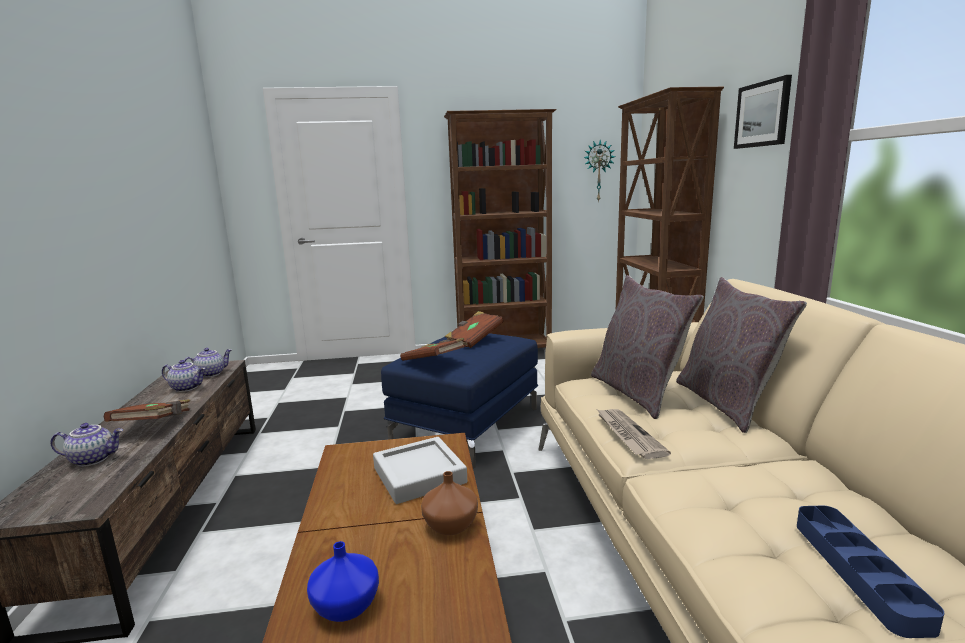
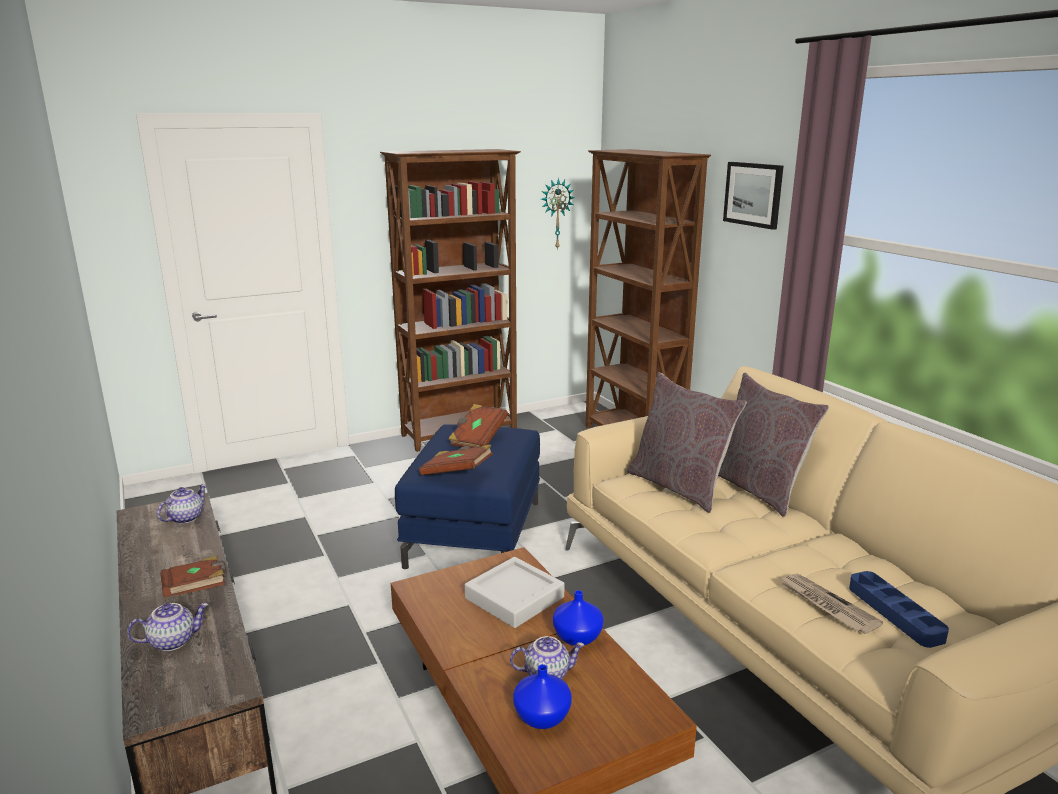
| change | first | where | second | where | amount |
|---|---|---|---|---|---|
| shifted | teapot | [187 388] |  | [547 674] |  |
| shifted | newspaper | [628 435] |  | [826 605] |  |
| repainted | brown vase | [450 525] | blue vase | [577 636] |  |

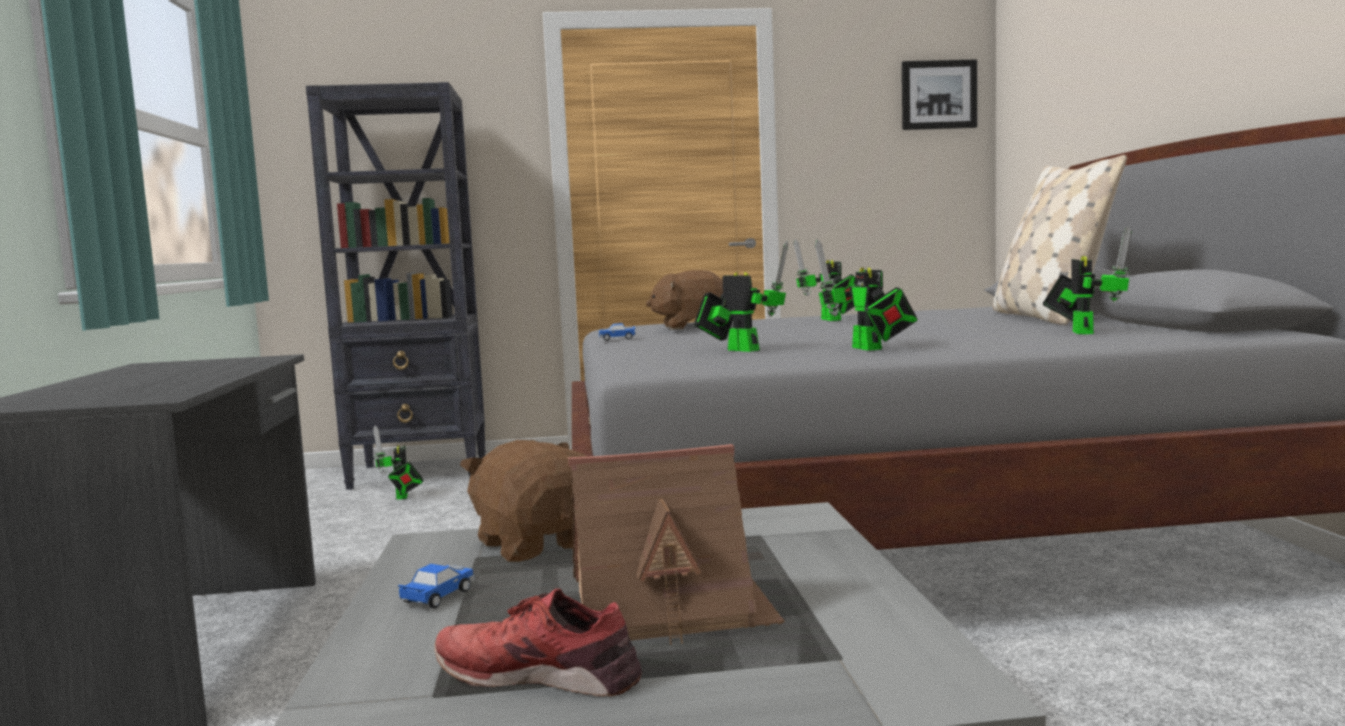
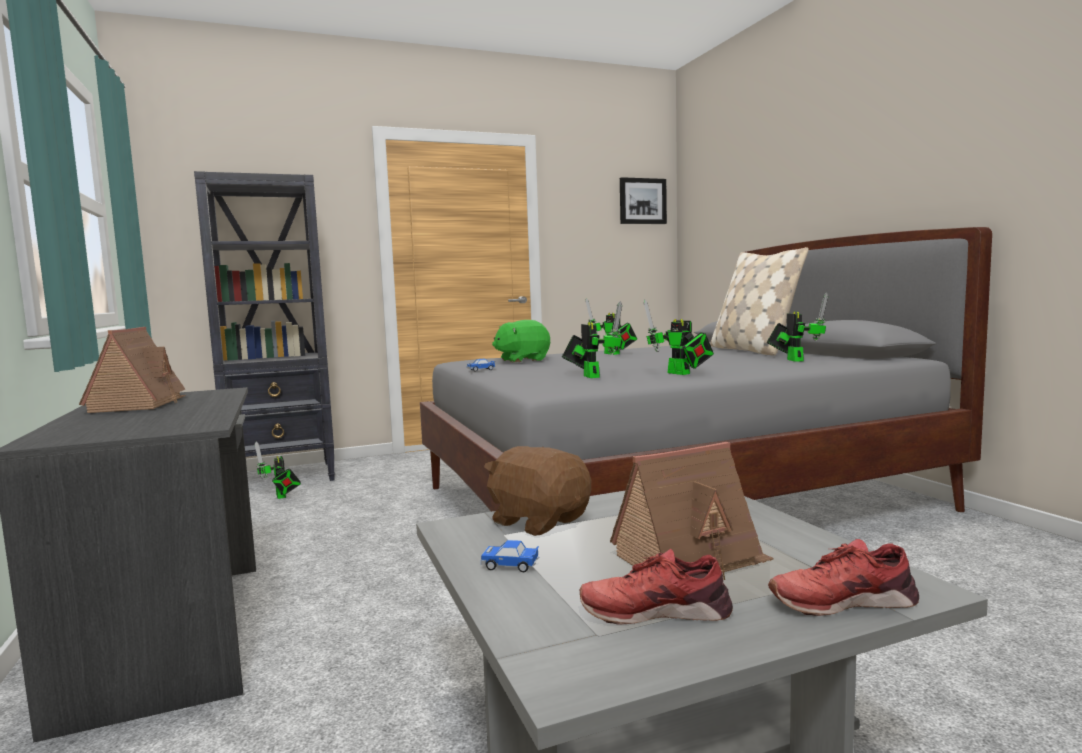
| change | first | where | second | where | amount |
|---|---|---|---|---|---|
| new |  |  | toy house | [138 404] |  |
| new |  |  | red shoe | [841 601] |  |
| repainted | brown plush toy | [690 327] | green plush toy | [522 360] |  |
| rotated | toy car | [437 597] |  | [511 565] | 90 degrees counterclockwise |
| rotated | toy robot | [739 350] |  | [590 376] | 45 degrees clockwise |

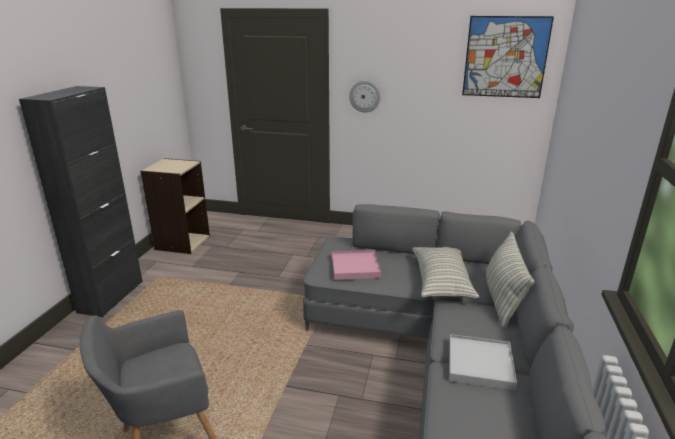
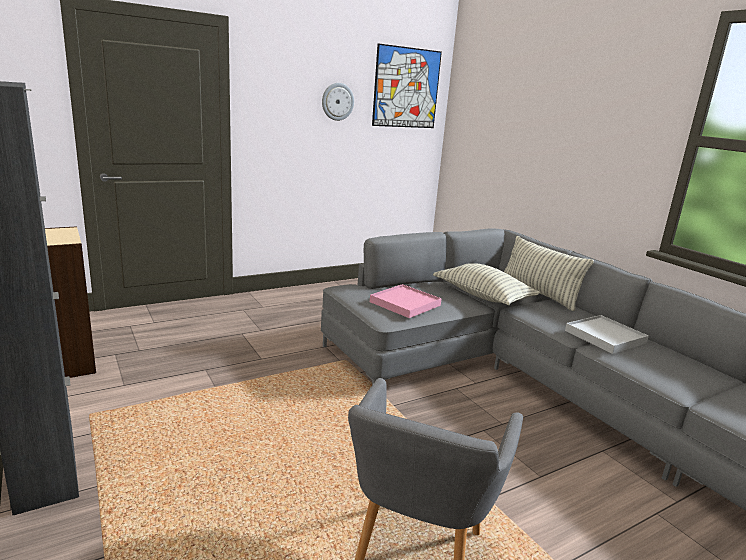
| change | first | where | second | where | amount |
|---|---|---|---|---|---|
| shifted | wall clock | [365 96] |  | [337 101] |  |

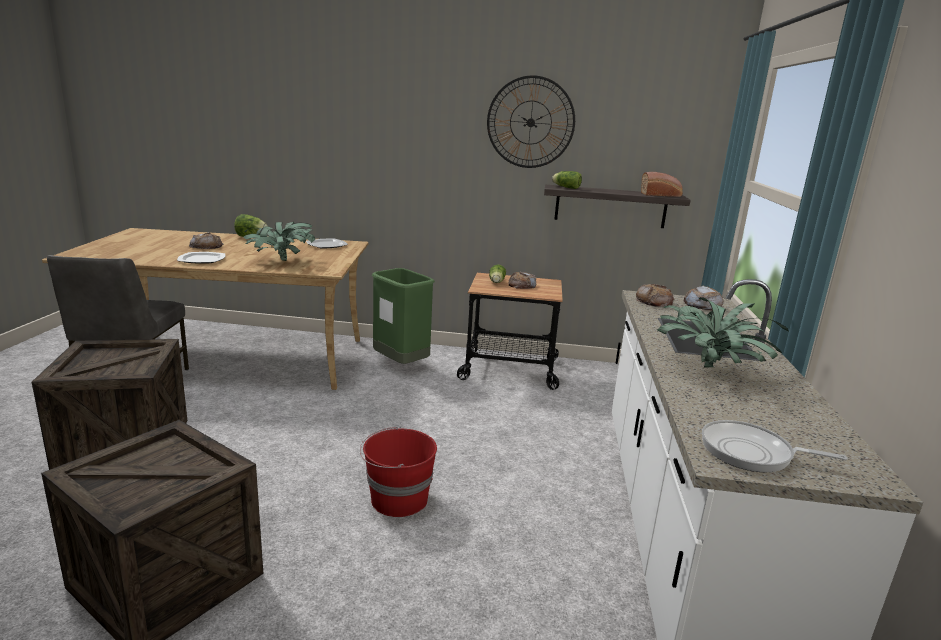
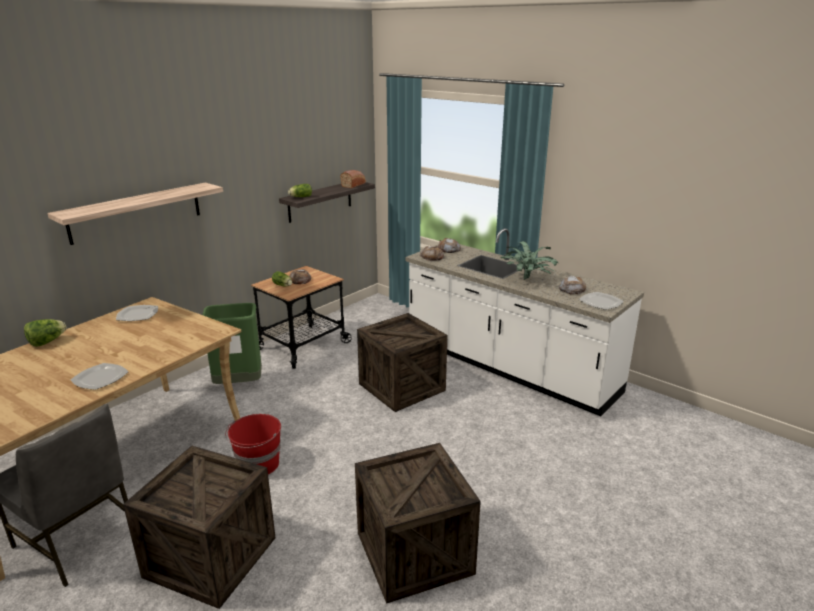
| change | first | where | second | where | amount |
|---|---|---|---|---|---|
| gone | potted plant | [281 261] |  |  |  |
| gone | wall clock | [530 122] |  |  |  |
| new |  |  | shelf | [136 212] |  |
| new |  |  | crate | [402 387] |  |
| shifted | bread | [206 246] |  | [572 289] |  |
| shifted | red bucket | [397 499] |  | [258 465] |  |
| swapped | frying pan | [751 453] | plate | [601 302] |  |

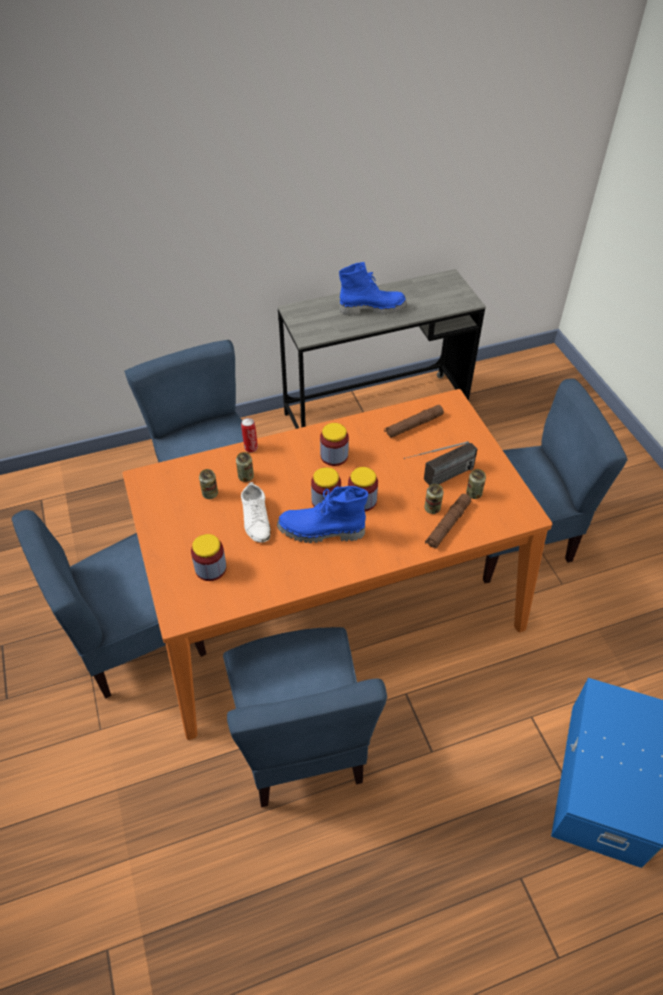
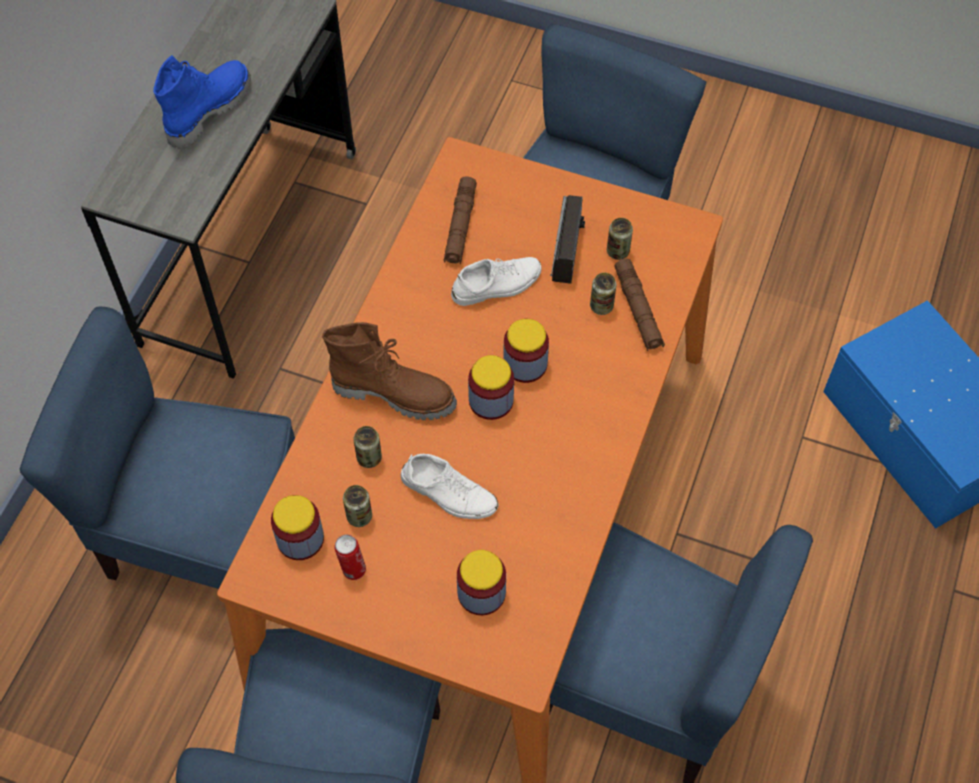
| change | first | where | second | where | amount |
|---|---|---|---|---|---|
| gone | blue boot | [321 532] |  |  |  |
| new |  |  | brown boot | [394 393] |  |
| new |  |  | white shoe | [497 285] |  |
| shifted | can | [250 447] |  | [352 569] |  |
| shifted | jar | [334 456] |  | [300 539] |  |

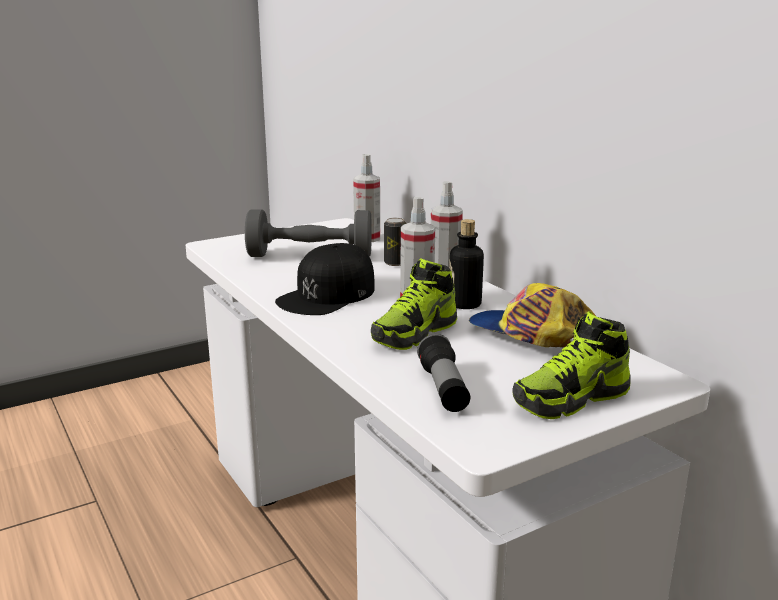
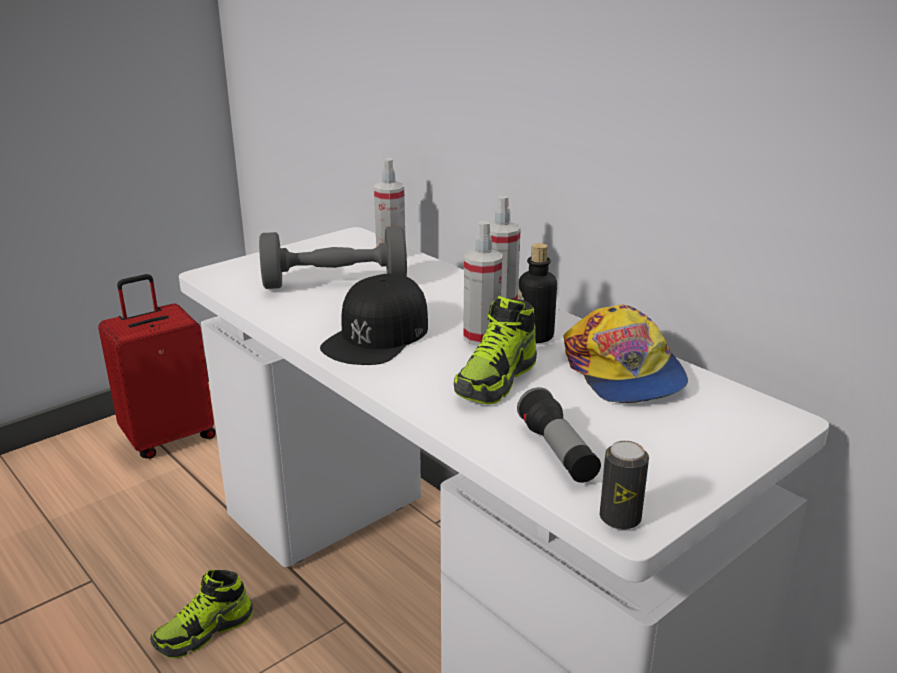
| change | first | where | second | where | amount |
|---|---|---|---|---|---|
| new |  |  | red suitcase | [168 437] |  |
| shifted | can | [395 263] |  | [620 518] |  |
| shifted | shoe | [571 399] |  | [204 632] |  |
| rotated | cap | [531 335] |  | [623 372] | 135 degrees counterclockwise |

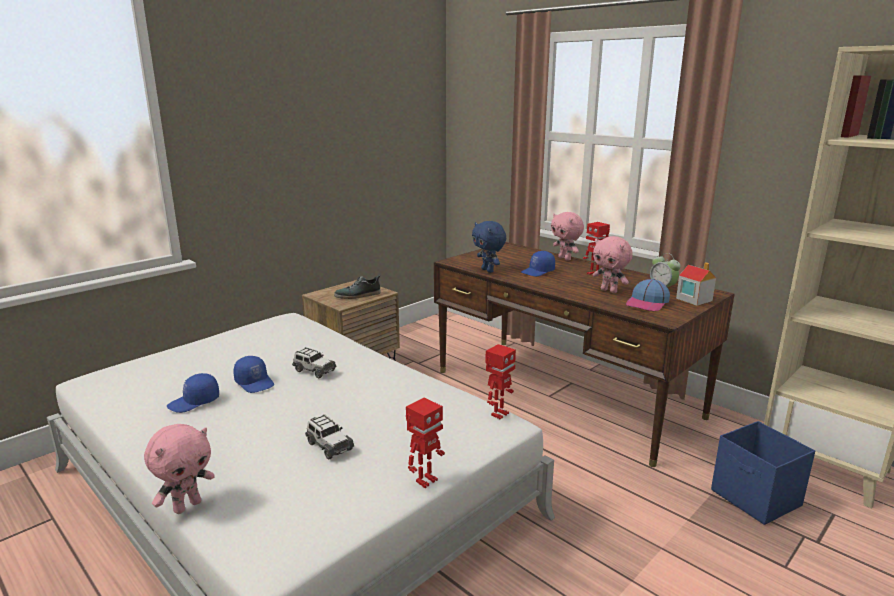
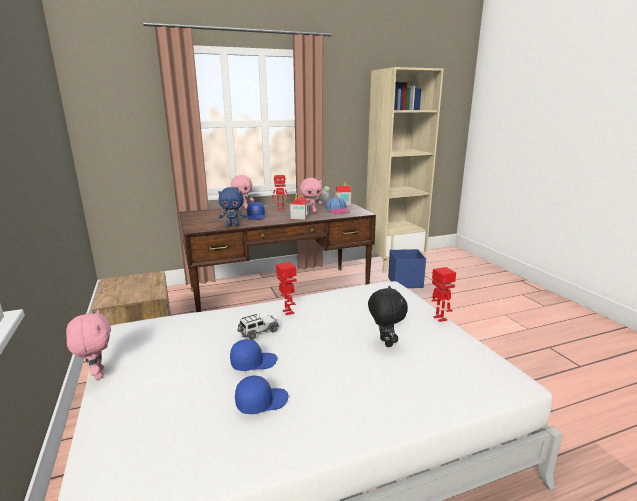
| change | first | where | second | where | amount |
|---|---|---|---|---|---|
| gone | shoe | [358 295] |  |  |  |
| new |  |  | toy house | [299 217] |  |
| shifted | pink plush toy | [187 506] |  | [97 374] |  |
| shifted | toy robot | [499 414] |  | [287 312] |  |
| swapped | toy car | [329 446] | black plush toy | [384 343] |  |
| rotated | blue cap | [194 402] |  | [261 401] | 105 degrees counterclockwise |

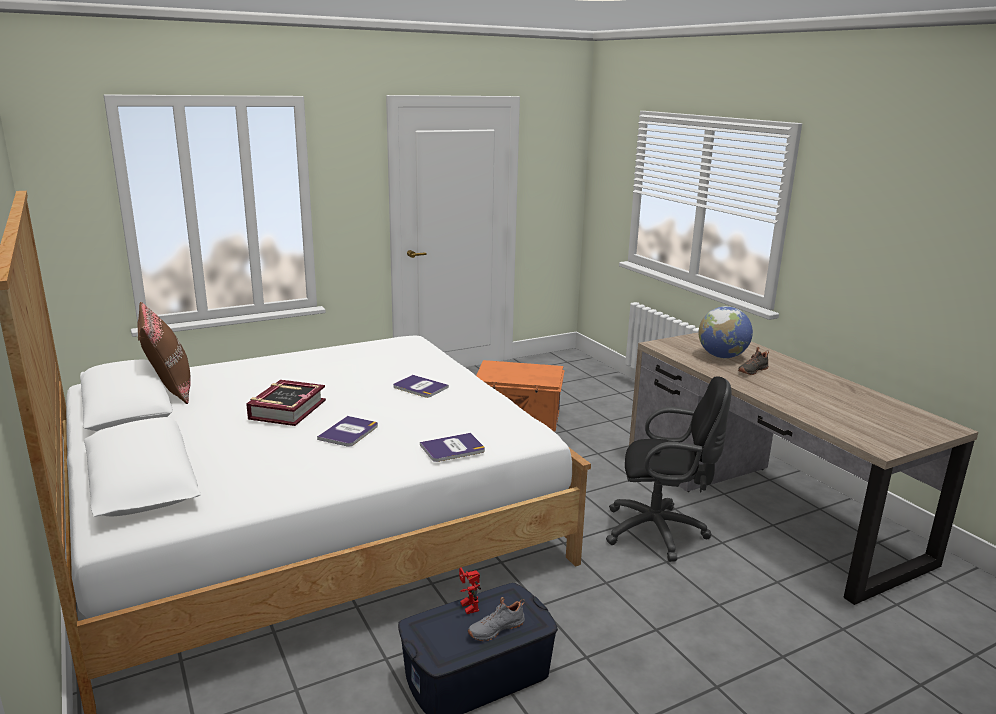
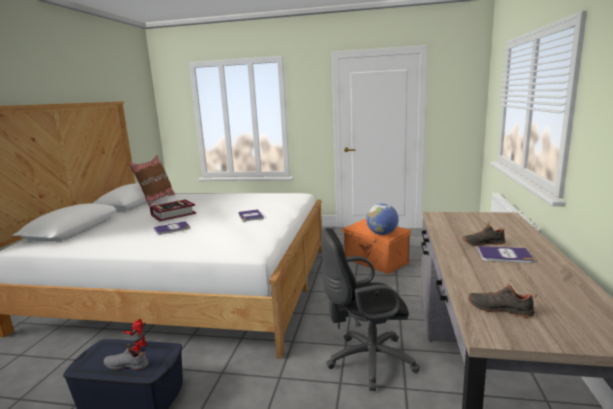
| change | first | where | second | where | amount |
|---|---|---|---|---|---|
| new |  |  | black shoe | [499 309] |  |
| shifted | book | [452 448] |  | [504 255] |  |
| shifted | globe | [722 356] |  | [382 234] |  |
| rotated | black office chair | [660 532] |  | [366 361] | 120 degrees clockwise |

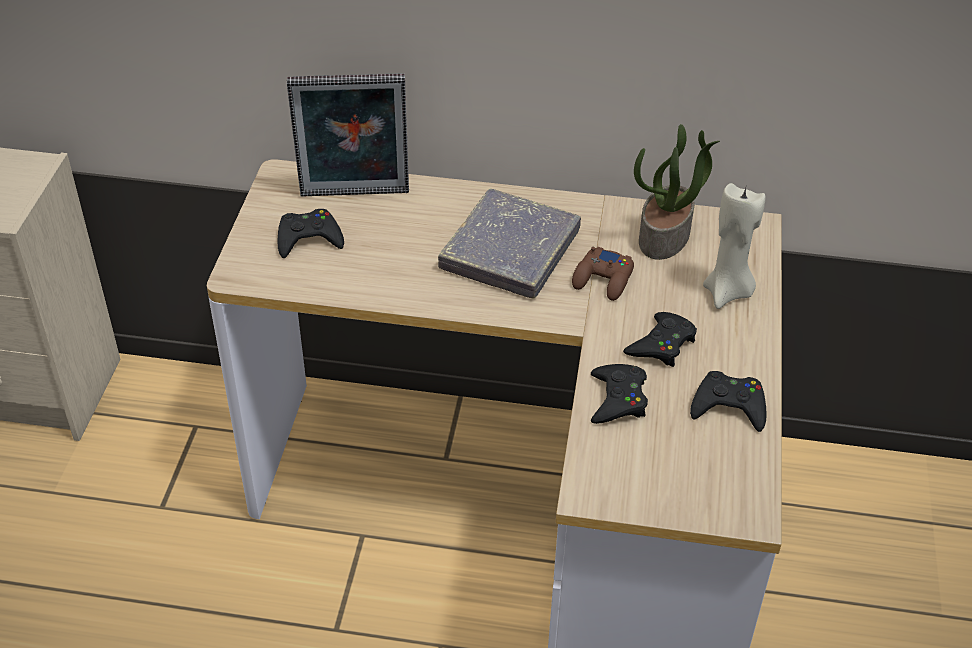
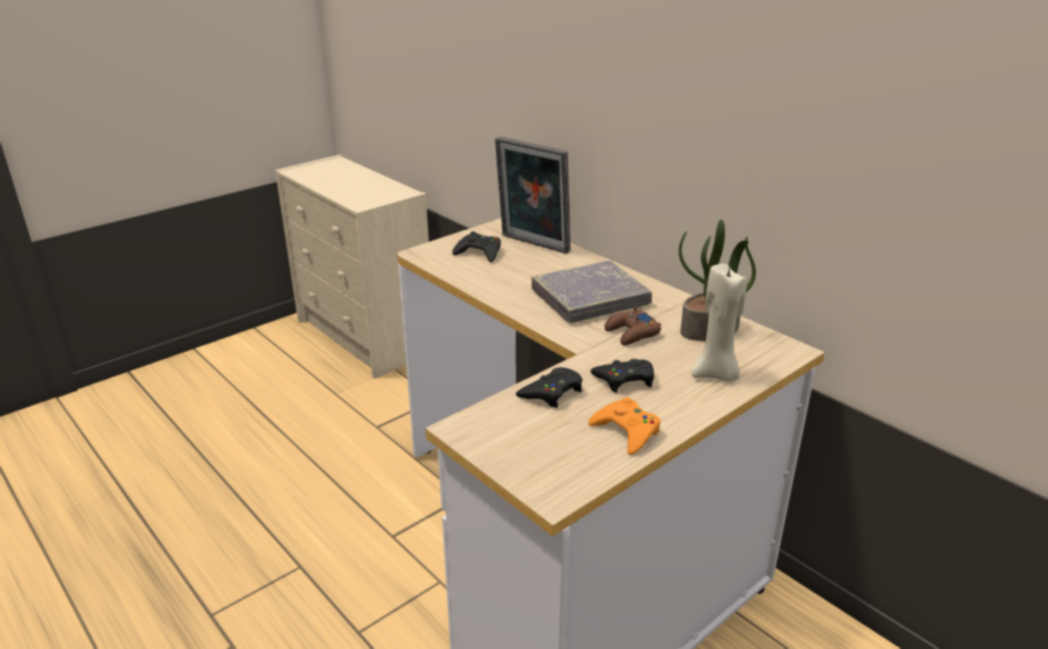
| change | first | where | second | where | amount |
|---|---|---|---|---|---|
| repainted | black game controller | [729 406] | orange game controller | [627 431] |  |

